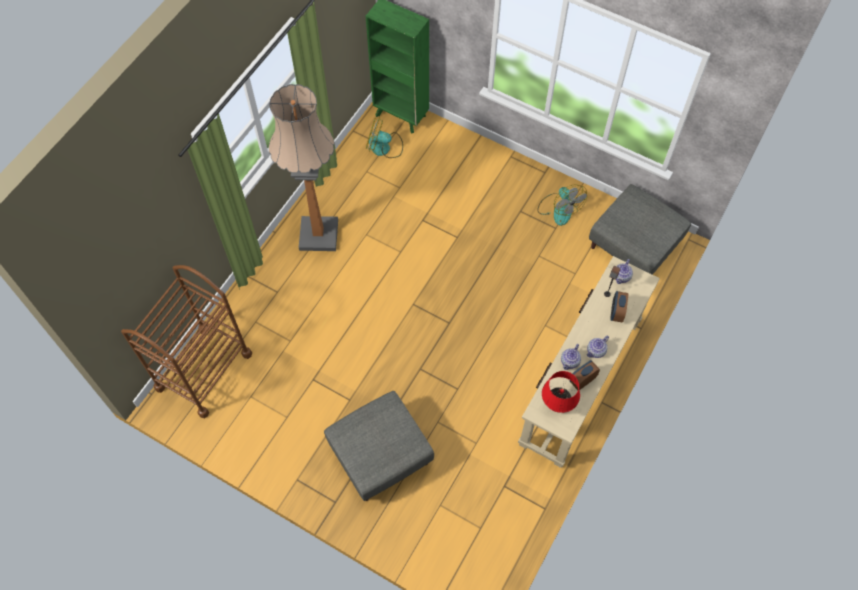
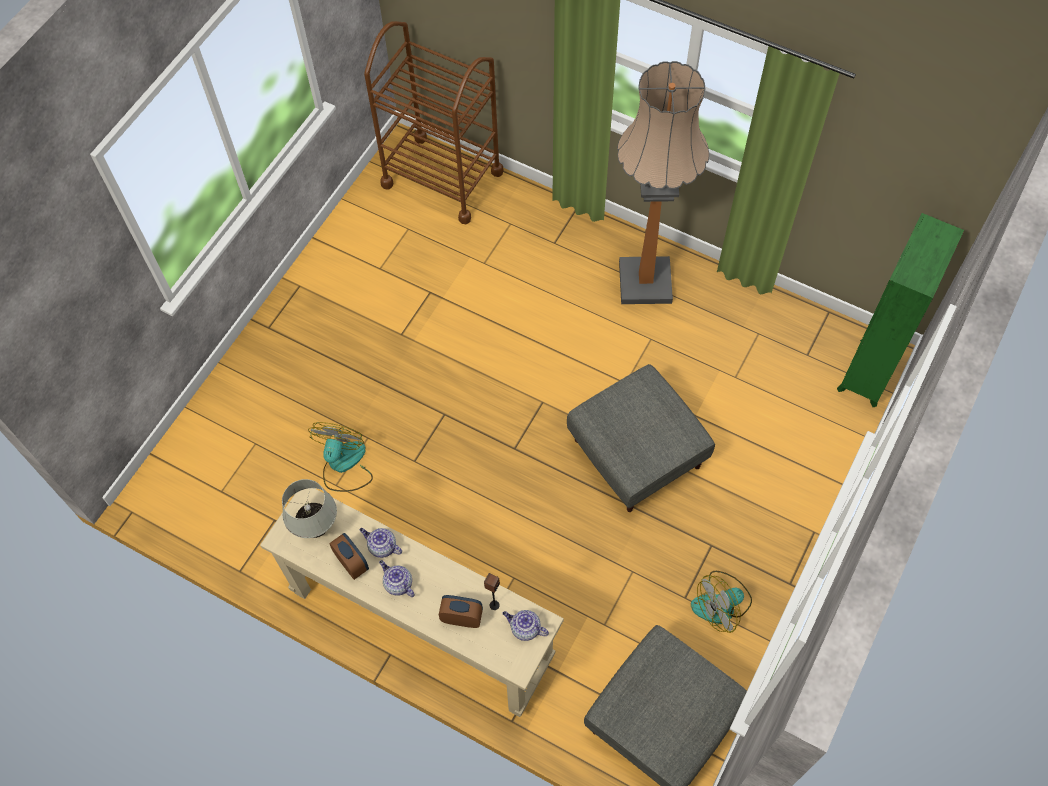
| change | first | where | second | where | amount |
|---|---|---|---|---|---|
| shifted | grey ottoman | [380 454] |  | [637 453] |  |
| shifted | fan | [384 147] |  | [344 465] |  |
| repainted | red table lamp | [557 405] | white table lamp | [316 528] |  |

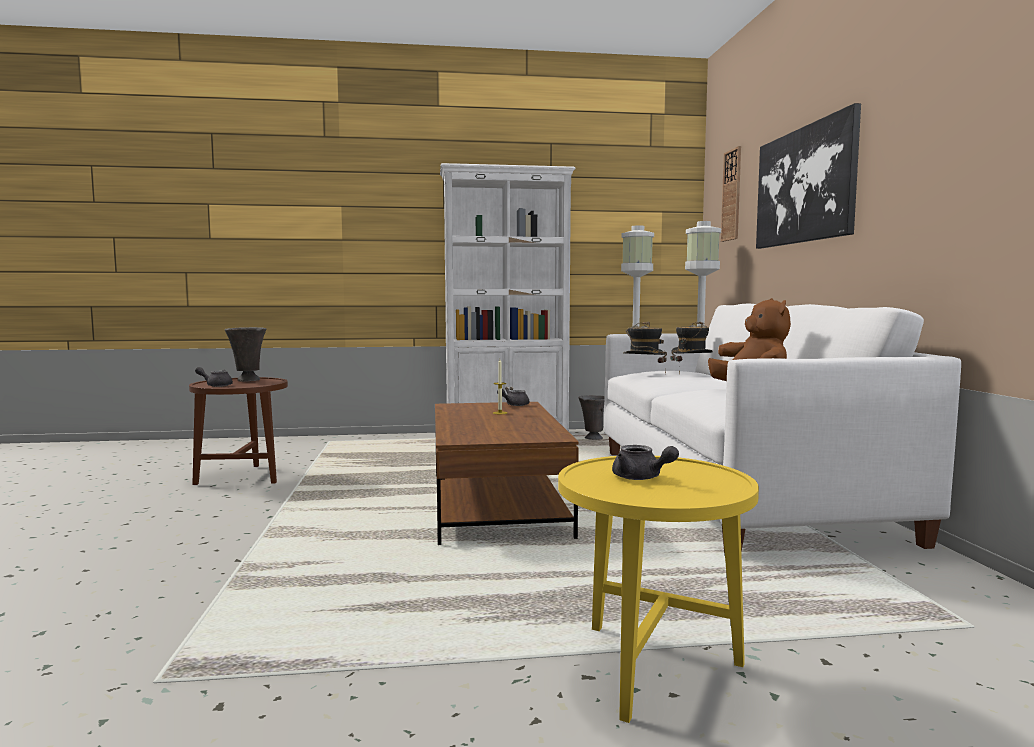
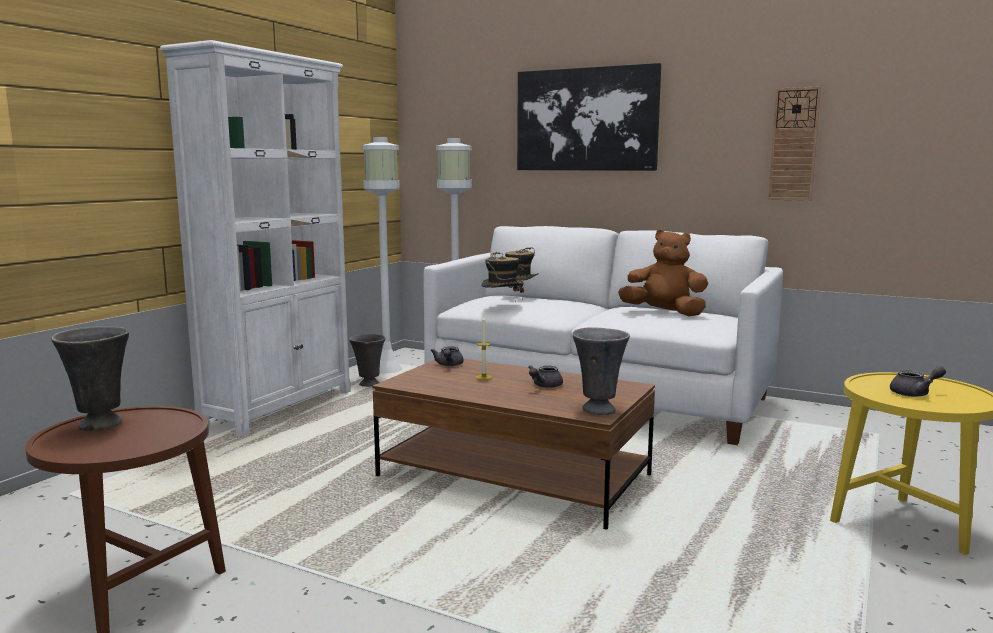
| change | first | where | second | where | amount |
|---|---|---|---|---|---|
| new |  |  | grey vase | [598 409] |  |
| shifted | grey teapot | [216 385] |  | [544 386] |  |
| shifted | wall clock | [731 195] |  | [794 144] |  |

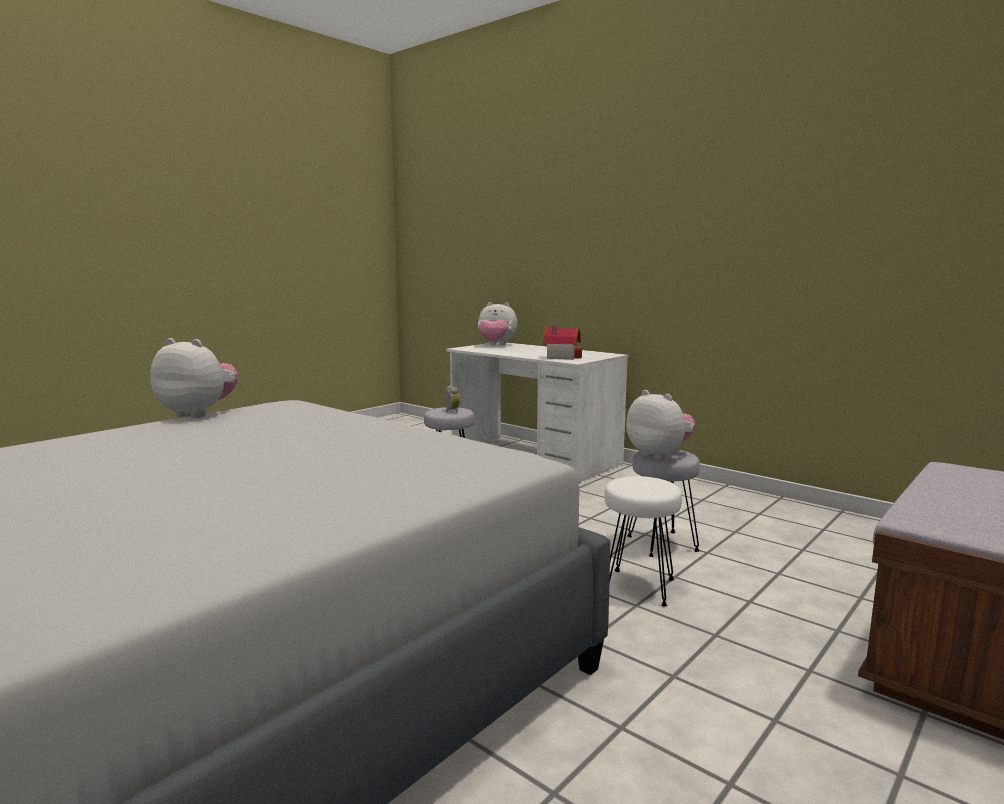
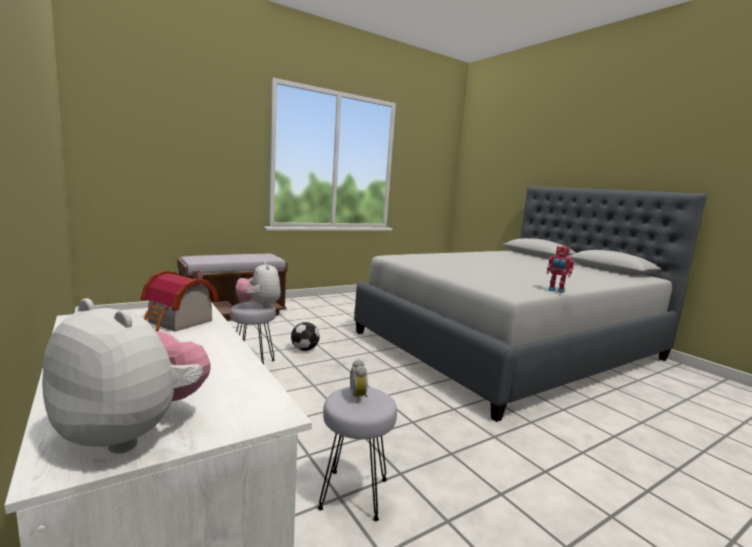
| change | first | where | second | where | amount |
|---|---|---|---|---|---|
| swapped | plush toy | [198 413] | toy robot | [556 291] |  |
| swapped | white stool | [638 588] | football | [305 349] |  |

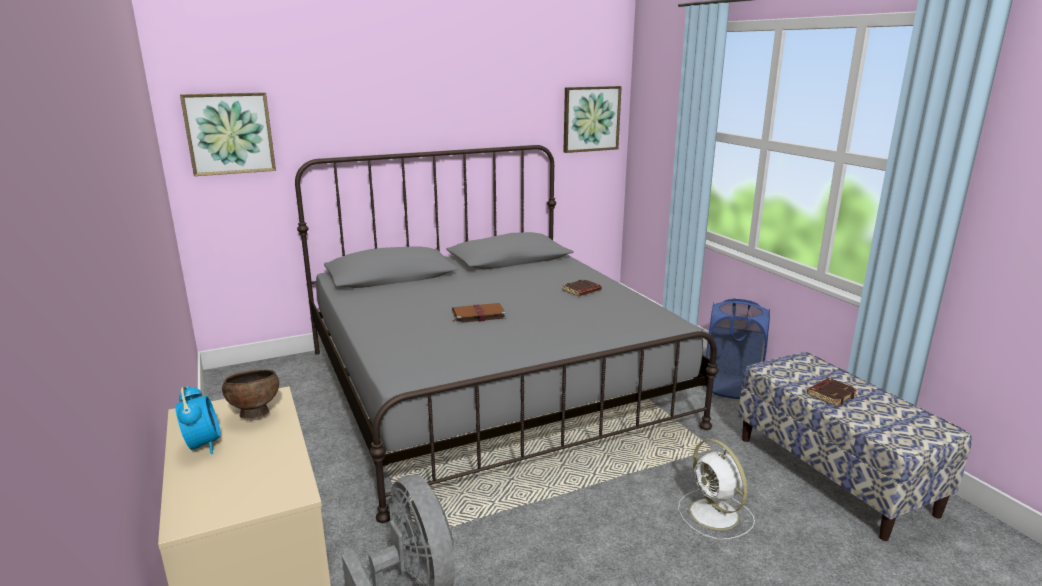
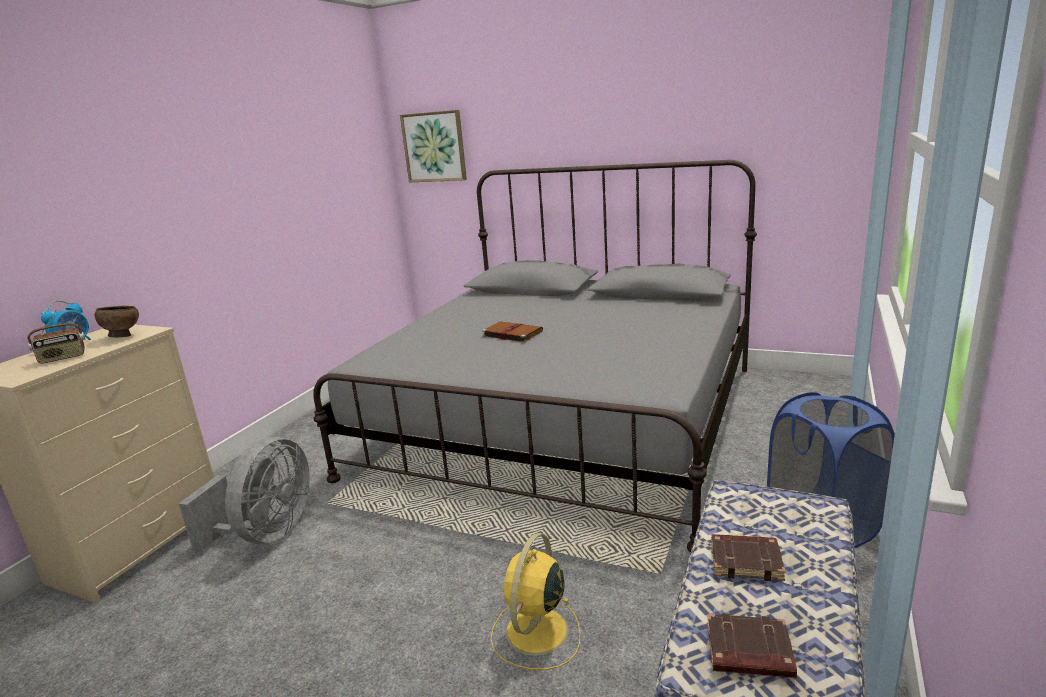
| change | first | where | second | where | amount |
|---|---|---|---|---|---|
| gone | picture | [591 119] |  |  |  |
| new |  |  | radio | [63 358] |  |
| shifted | brown book | [582 291] |  | [748 652] |  |
| repainted | white fan | [715 515] | yellow fan | [535 633] |  |

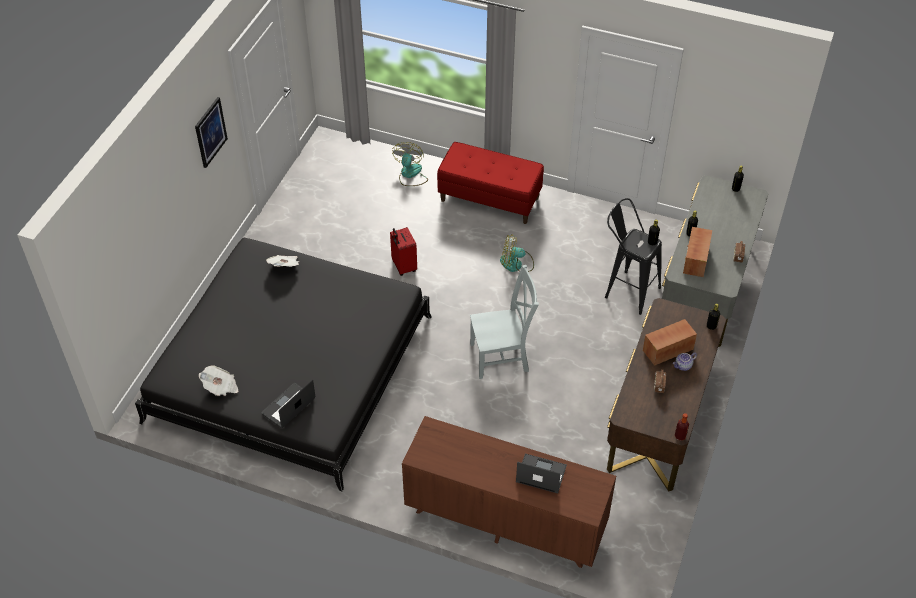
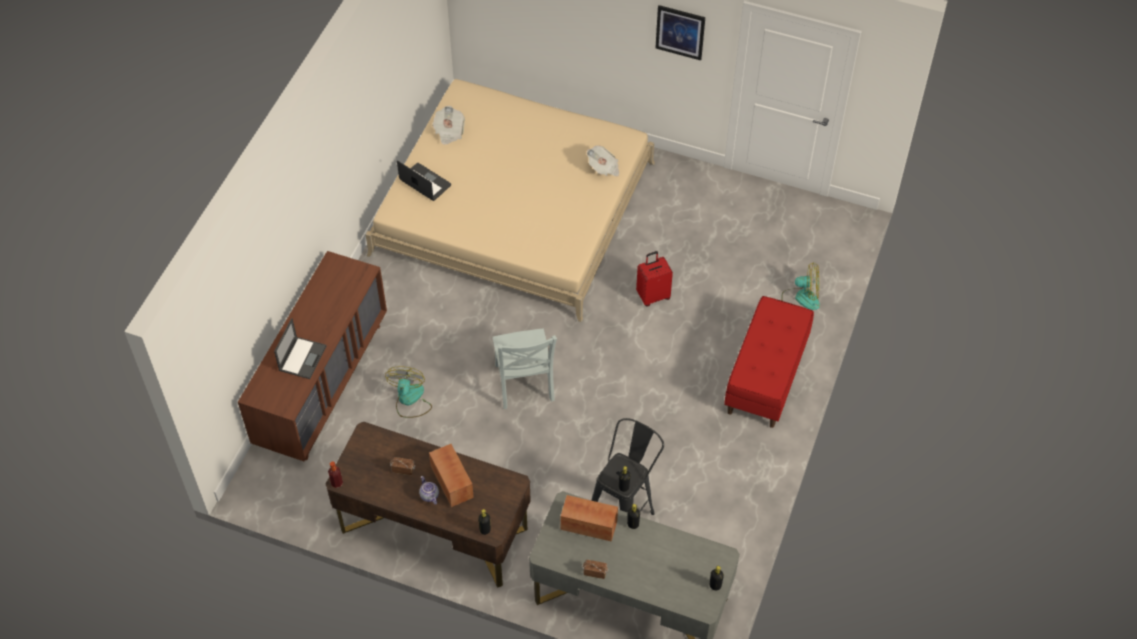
| change | first | where | second | where | amount |
|---|---|---|---|---|---|
| shifted | fan | [516 264] |  | [410 400] |  |
| repainted | black bed | [291 368] | beige bed | [514 208] |  |

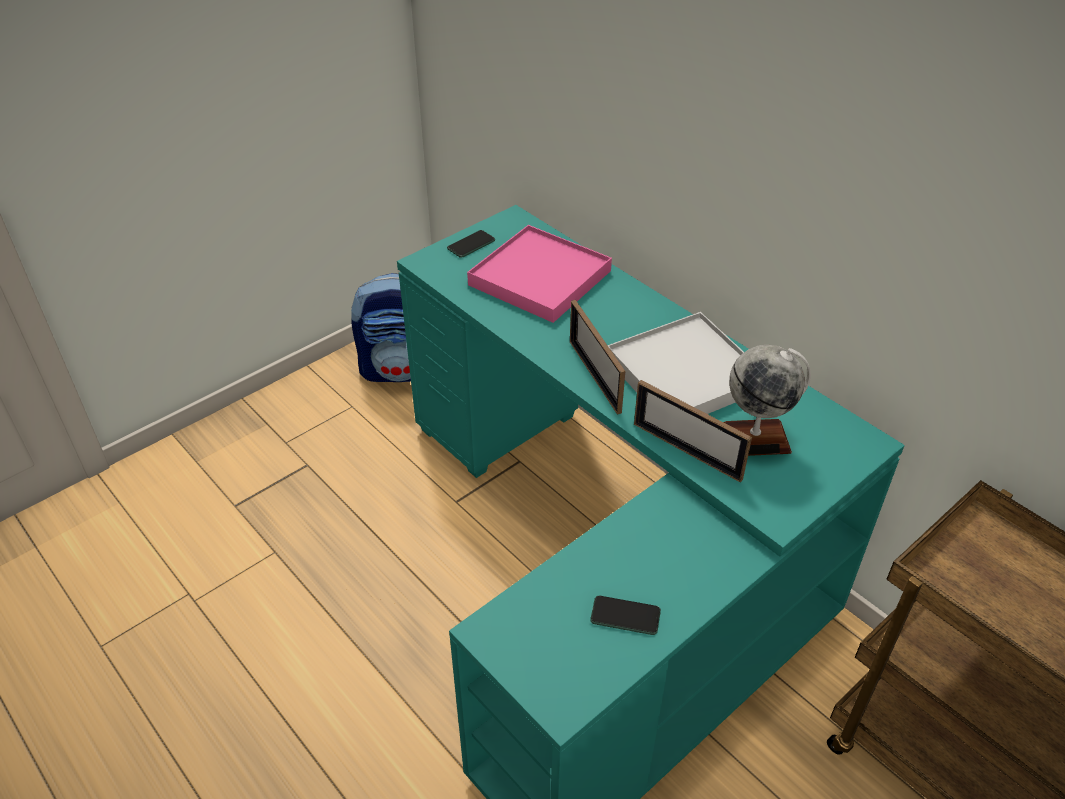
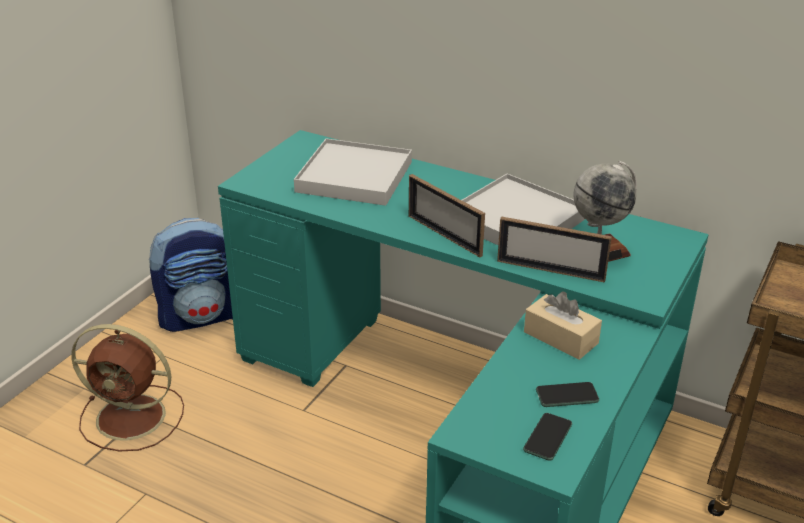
| change | first | where | second | where | amount |
|---|---|---|---|---|---|
| new |  |  | brown fan | [134 417] |  |
| new |  |  | beige tissue box | [560 337] |  |
| shifted | phone | [471 245] |  | [547 437] |  |
| repainted | pink tray | [540 277] | white tray | [354 176] |  |

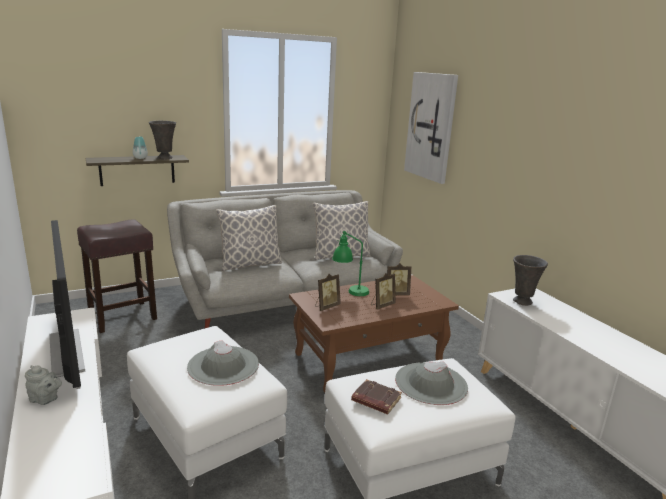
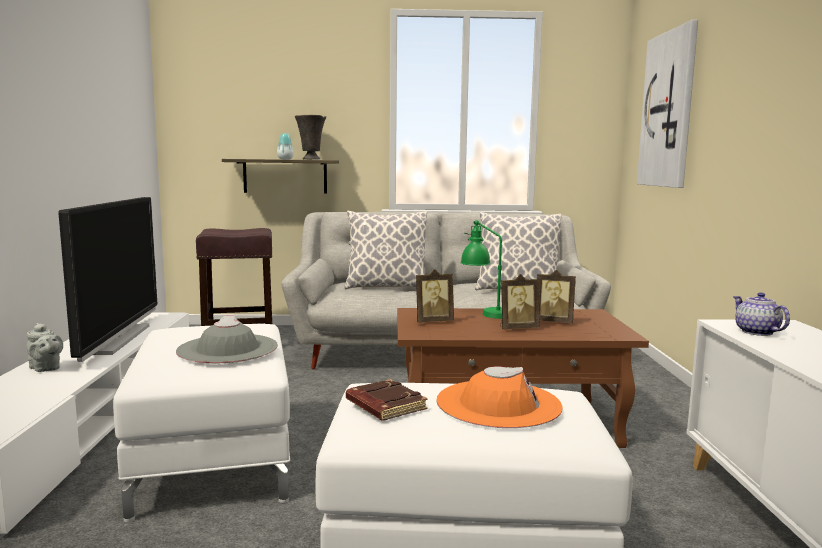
| change | first | where | second | where | amount |
|---|---|---|---|---|---|
| swapped | grey vase | [522 302] | teapot | [756 332] |  |
| repainted | grey hat | [431 383] | orange hat | [498 404] |  |

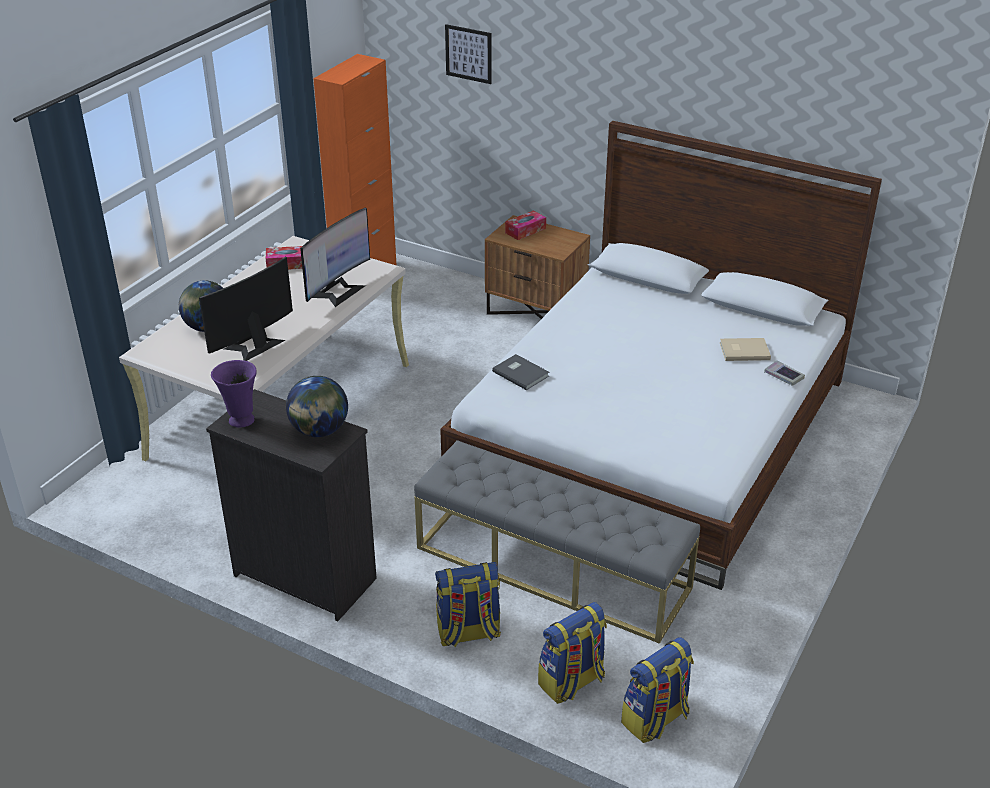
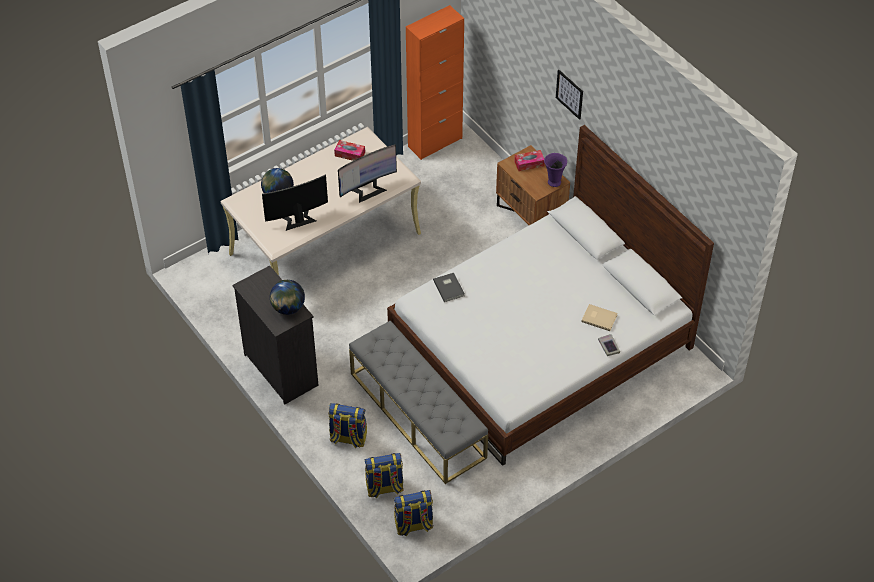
| change | first | where | second | where | amount |
|---|---|---|---|---|---|
| shifted | purple vase | [240 420] |  | [553 182] |  |
| shifted | picture | [468 54] |  | [569 94] |  |

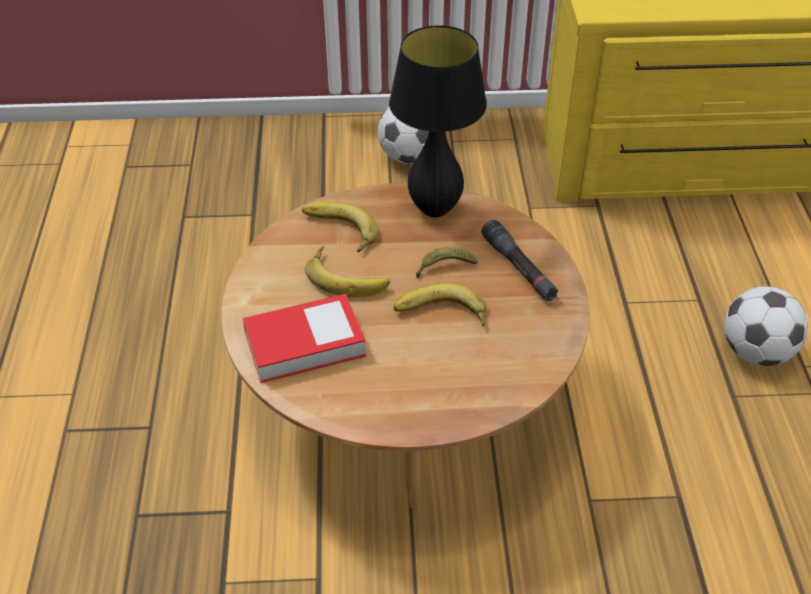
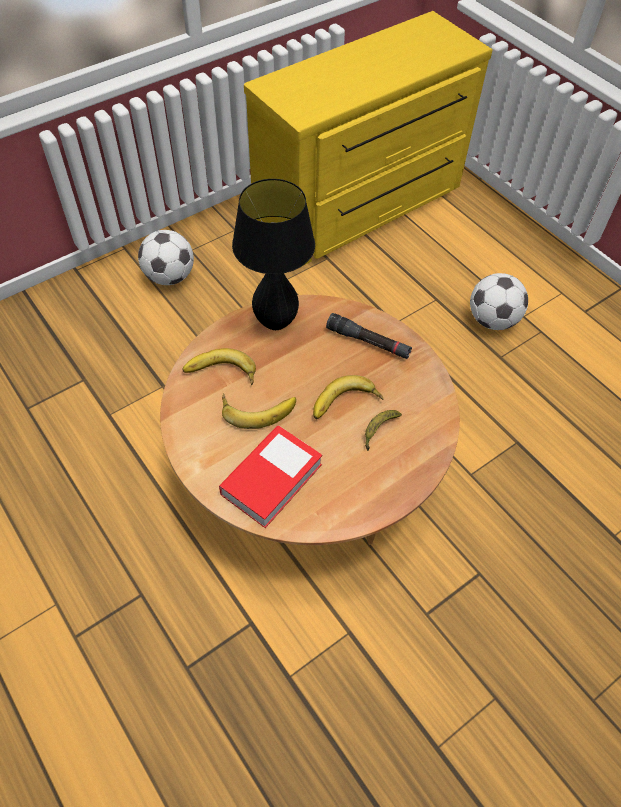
| change | first | where | second | where | amount |
|---|---|---|---|---|---|
| shifted | banana | [444 267] |  | [379 430] |  |

